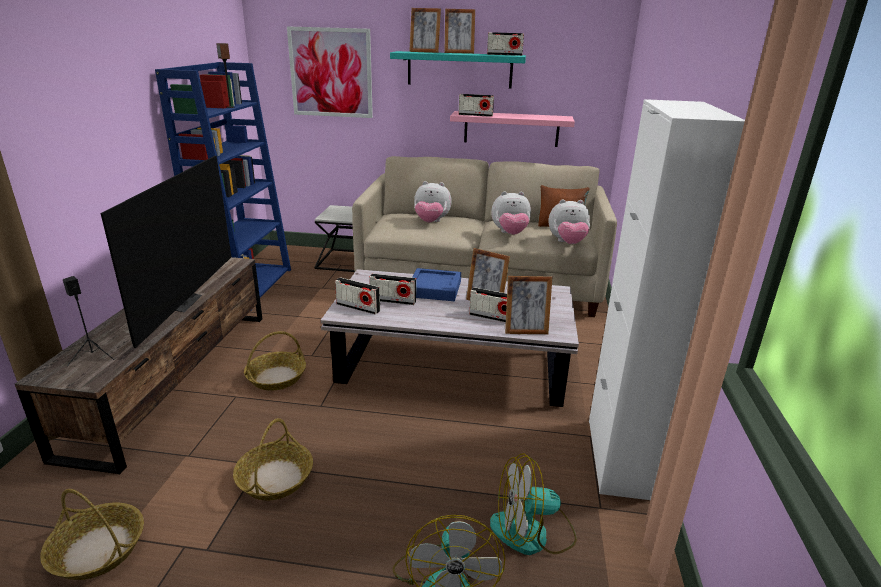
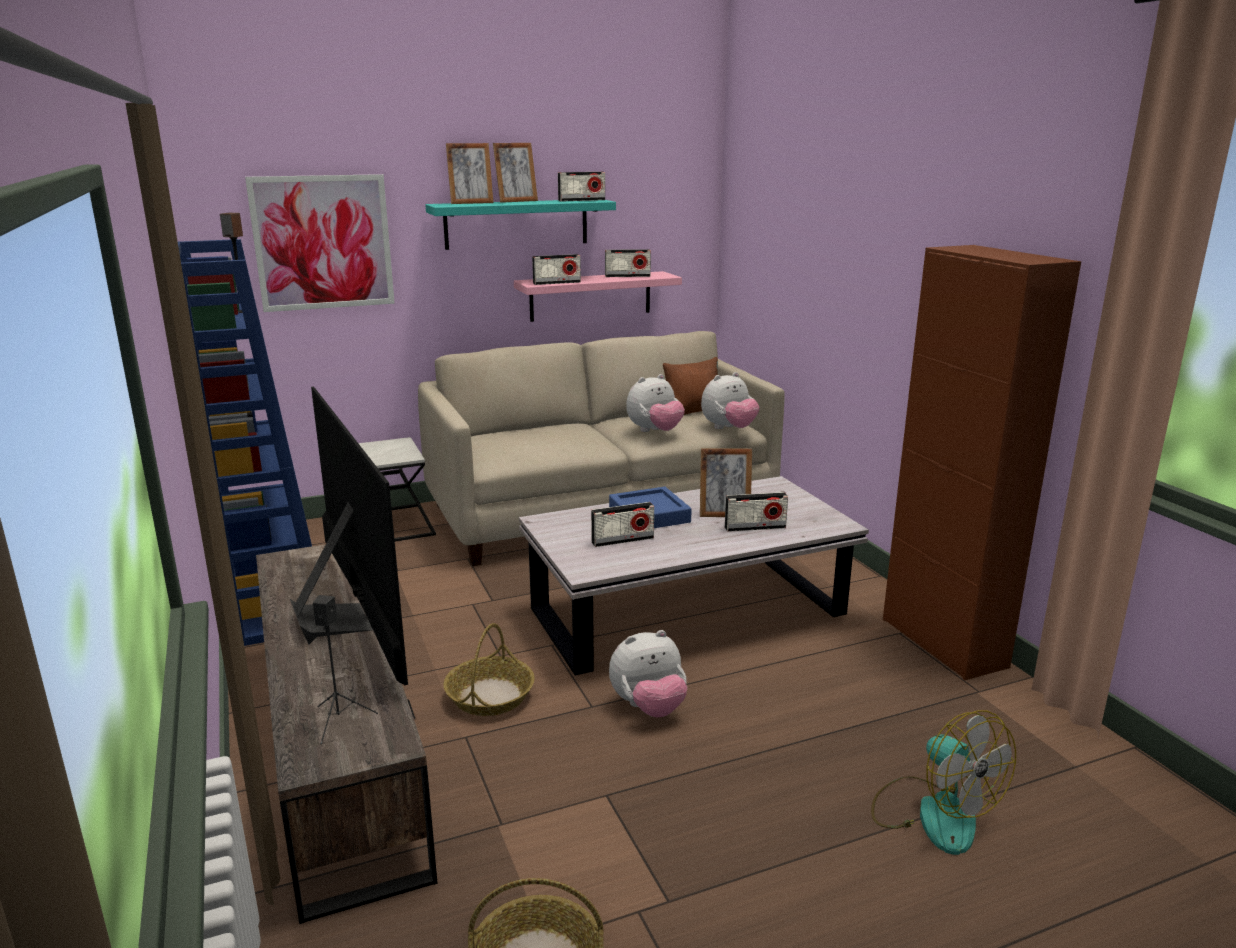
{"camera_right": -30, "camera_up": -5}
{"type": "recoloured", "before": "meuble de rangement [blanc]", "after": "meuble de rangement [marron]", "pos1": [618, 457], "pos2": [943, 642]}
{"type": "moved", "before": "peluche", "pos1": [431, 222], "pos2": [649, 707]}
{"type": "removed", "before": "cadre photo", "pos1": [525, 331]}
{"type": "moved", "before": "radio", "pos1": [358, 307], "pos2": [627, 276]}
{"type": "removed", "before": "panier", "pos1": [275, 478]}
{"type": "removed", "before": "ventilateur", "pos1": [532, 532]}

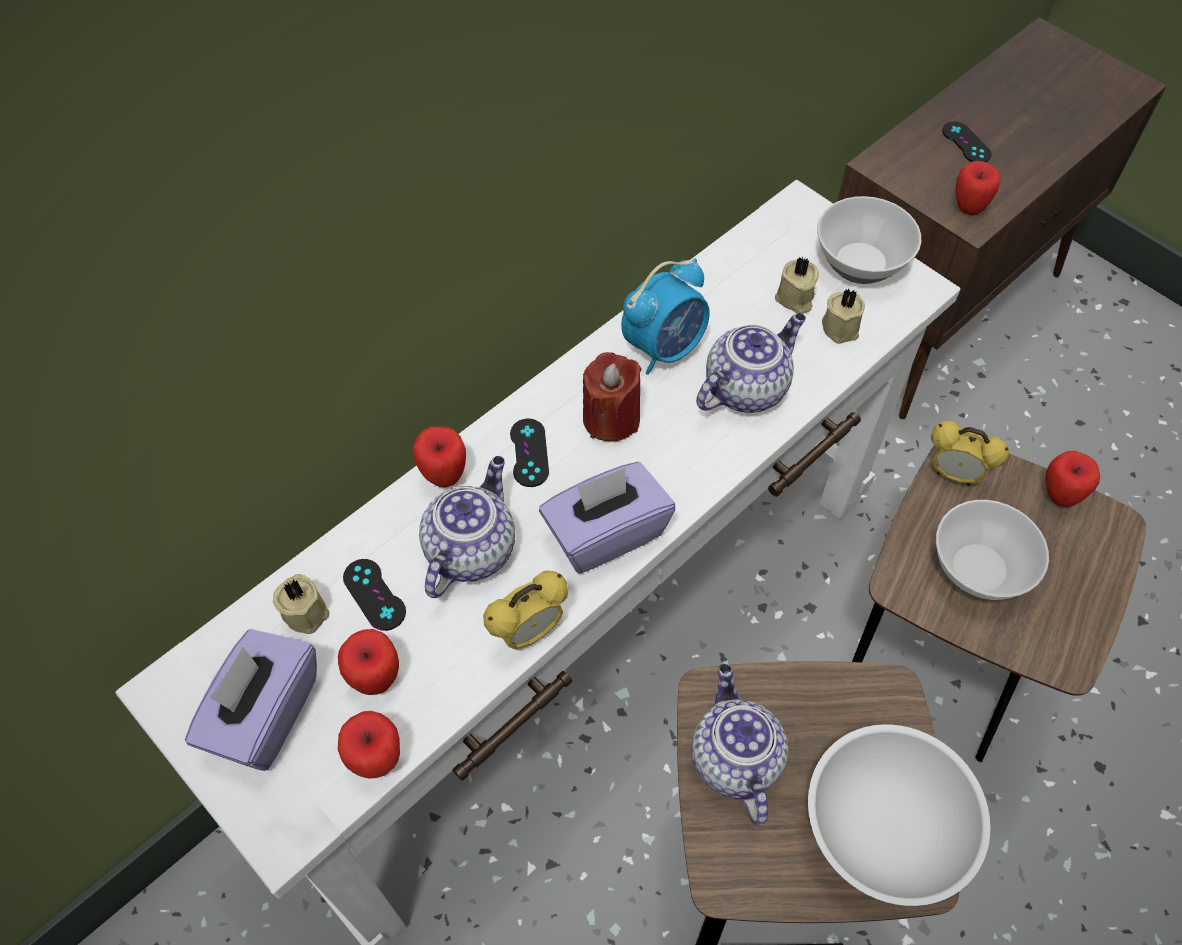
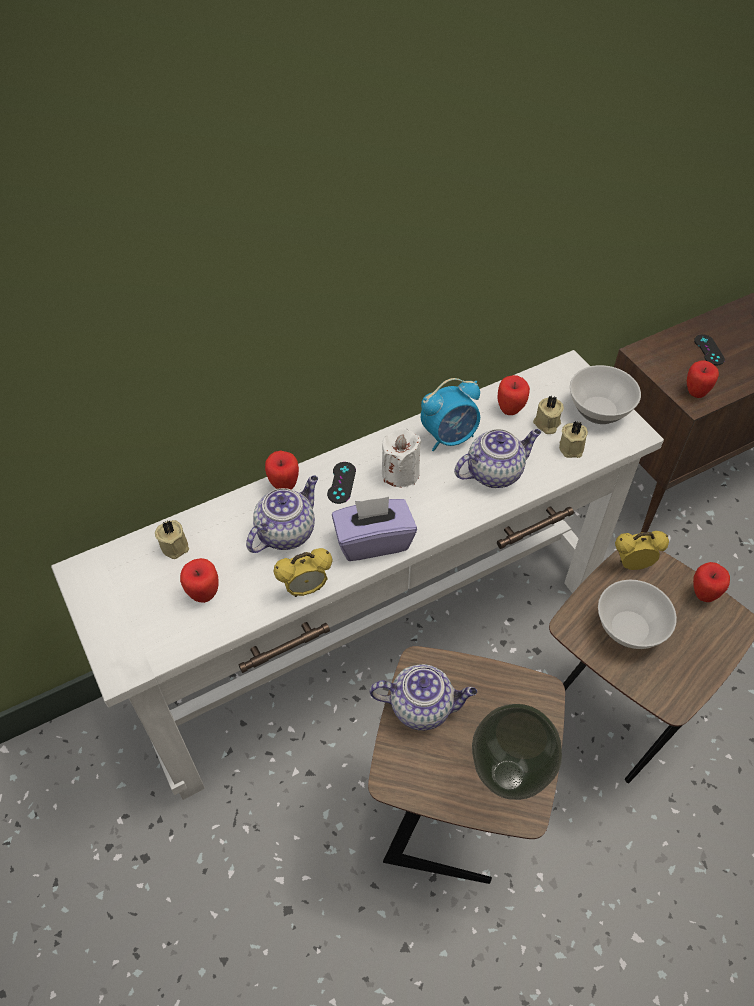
{"camera_right": 15, "camera_up": -5}
{"type": "recoloured", "before": "bougie [rouge]", "after": "bougie [blanc]", "pos1": [611, 418], "pos2": [400, 473]}
{"type": "turned", "before": "réveil", "pos1": [954, 474], "pos2": [632, 564], "turn": 135}
{"type": "removed", "before": "manette [noir]", "pos1": [374, 594]}
{"type": "removed", "before": "boîte à mouchoirs [violet]", "pos1": [264, 714]}
{"type": "turned", "before": "théière", "pos1": [733, 758], "pos2": [422, 707], "turn": 90}
{"type": "moved", "before": "pomme", "pos1": [377, 760], "pos2": [510, 410]}
{"type": "replaced", "before": "bol [blanc]", "after": "vase", "pos1": [885, 828], "pos2": [509, 775]}

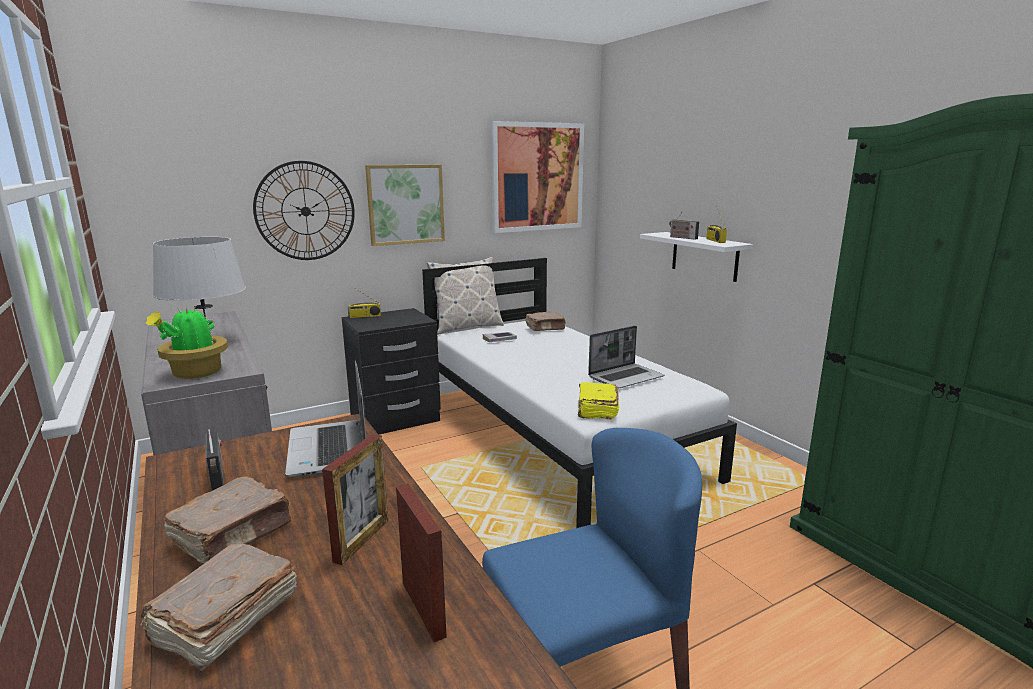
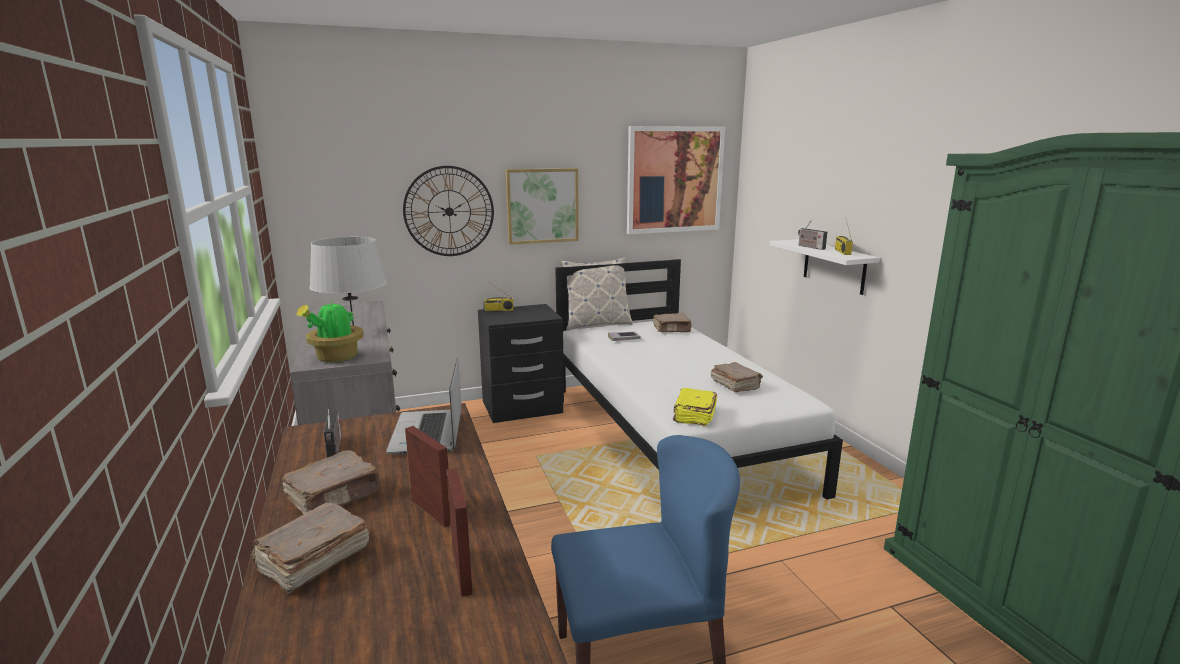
{"camera_right": 10, "camera_up": 0}
{"type": "replaced", "before": "ordinateur portable", "after": "livre [marron]", "pos1": [626, 377], "pos2": [735, 385]}
{"type": "turned", "before": "cadre photo", "pos1": [361, 540], "pos2": [431, 511], "turn": -75}

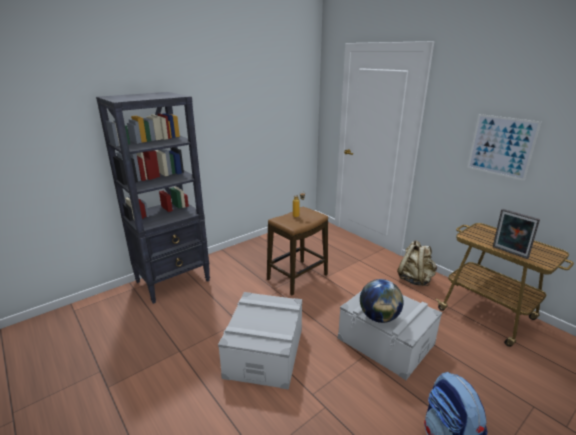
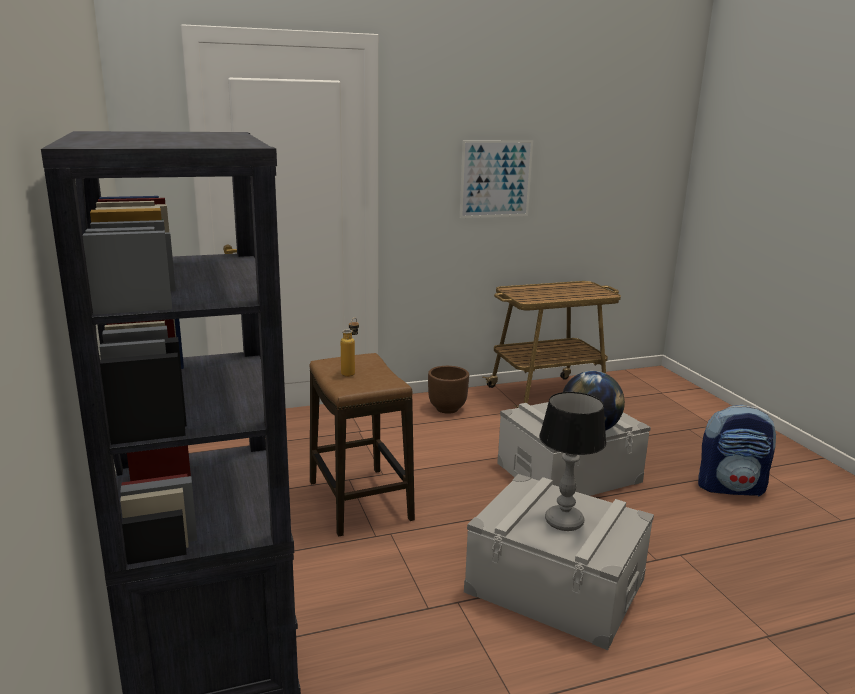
{"camera_right": -70, "camera_up": -5}
{"type": "removed", "before": "cadre photo", "pos1": [509, 253]}
{"type": "replaced", "before": "sac à dos [beige]", "after": "cache-pot [marron]", "pos1": [415, 279], "pos2": [447, 409]}
{"type": "added", "after": "lampe de table", "pos2": [564, 521]}

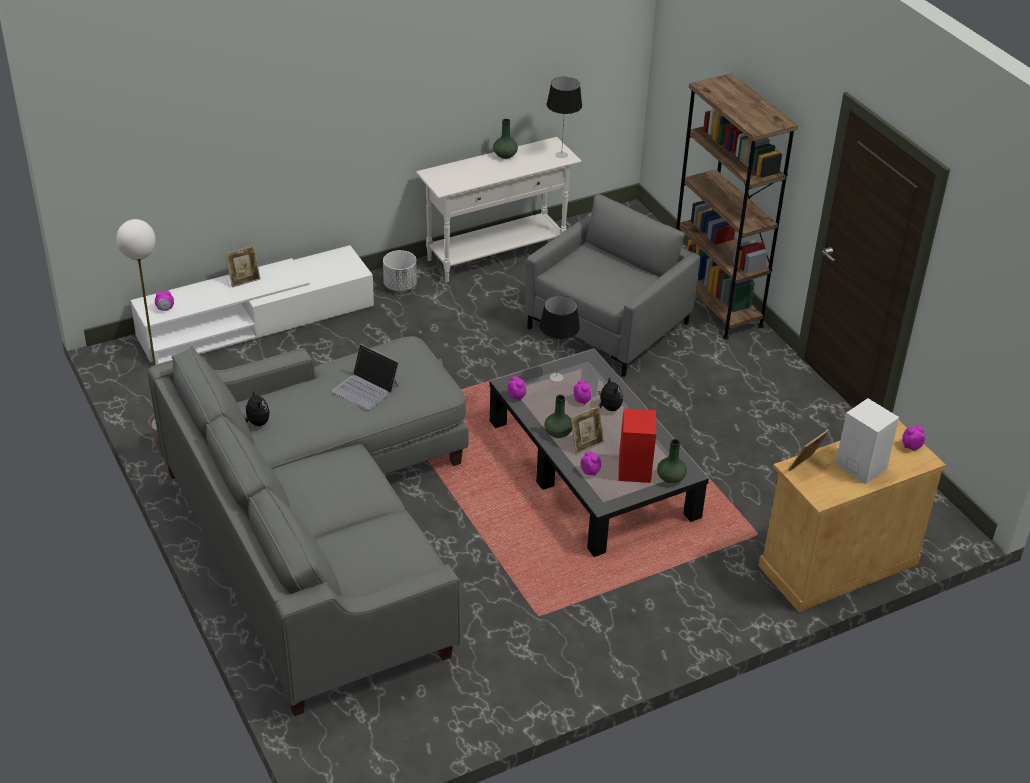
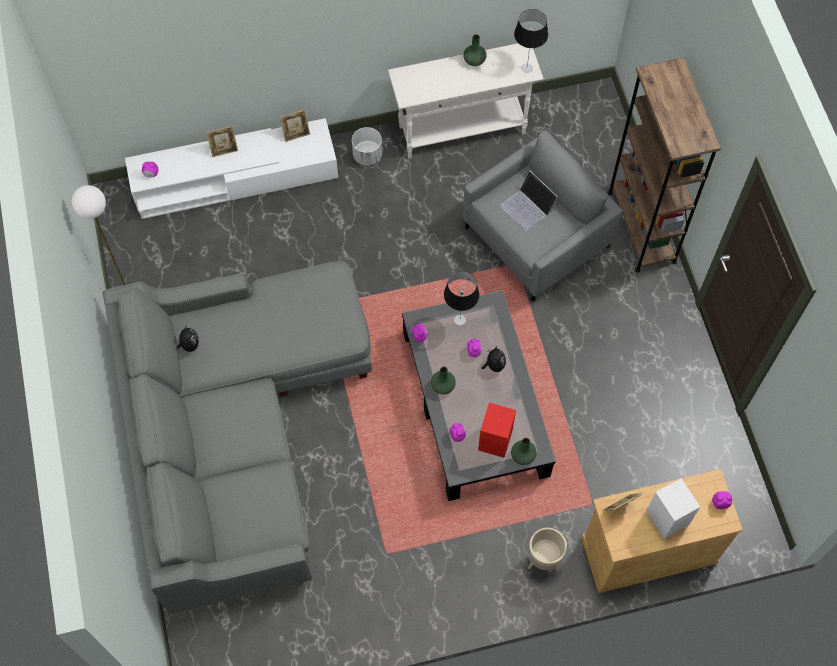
{"camera_right": 15, "camera_up": 25}
{"type": "moved", "before": "ordinateur portable", "pos1": [366, 388], "pos2": [528, 207]}
{"type": "moved", "before": "cadre photo", "pos1": [586, 444], "pos2": [296, 134]}
{"type": "added", "after": "cache-pot [beige]", "pos2": [543, 561]}

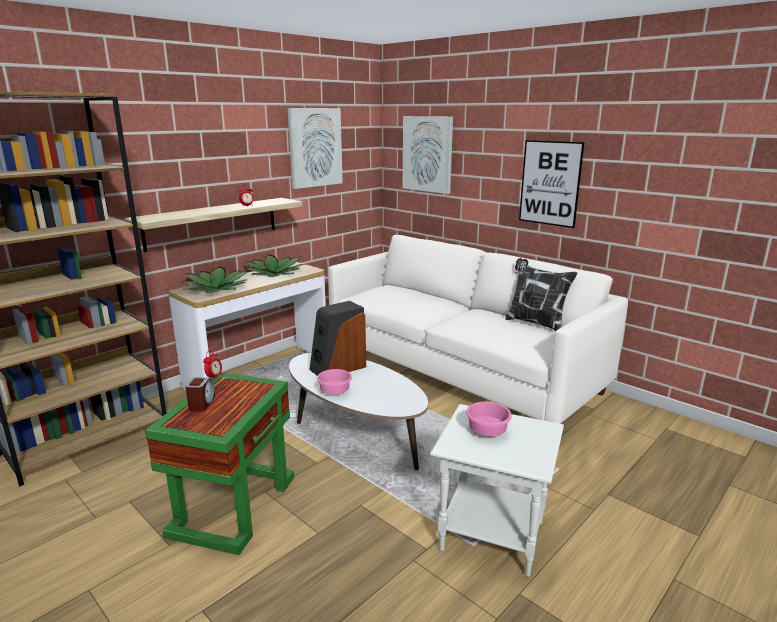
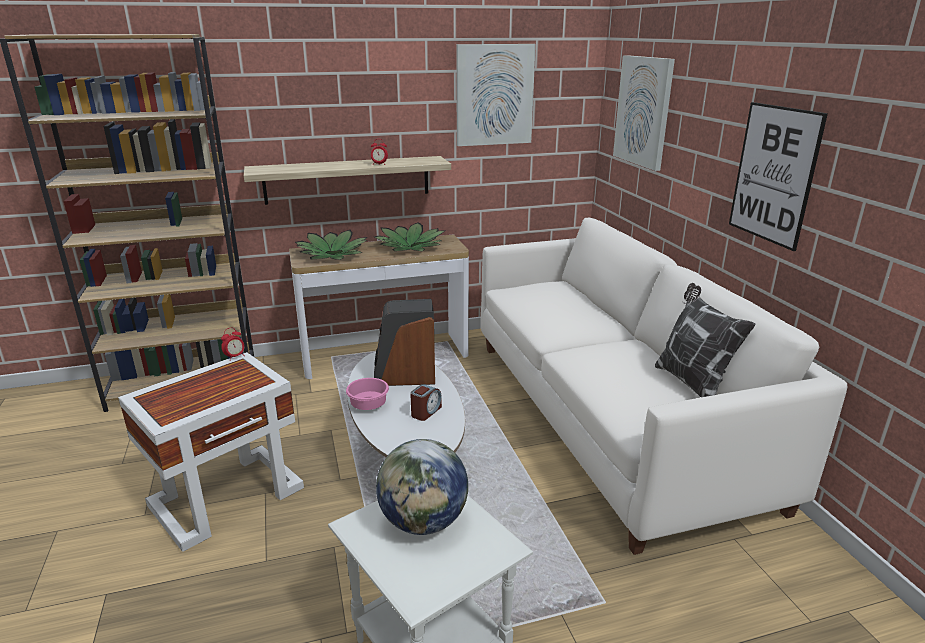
{"camera_right": 30, "camera_up": 5}
{"type": "recoloured", "before": "table d'appoint [vert]", "after": "table d'appoint [blanc]", "pos1": [235, 504], "pos2": [229, 496]}
{"type": "moved", "before": "réveil", "pos1": [202, 403], "pos2": [426, 412]}
{"type": "replaced", "before": "bol [rose]", "after": "globe", "pos1": [488, 431], "pos2": [424, 522]}

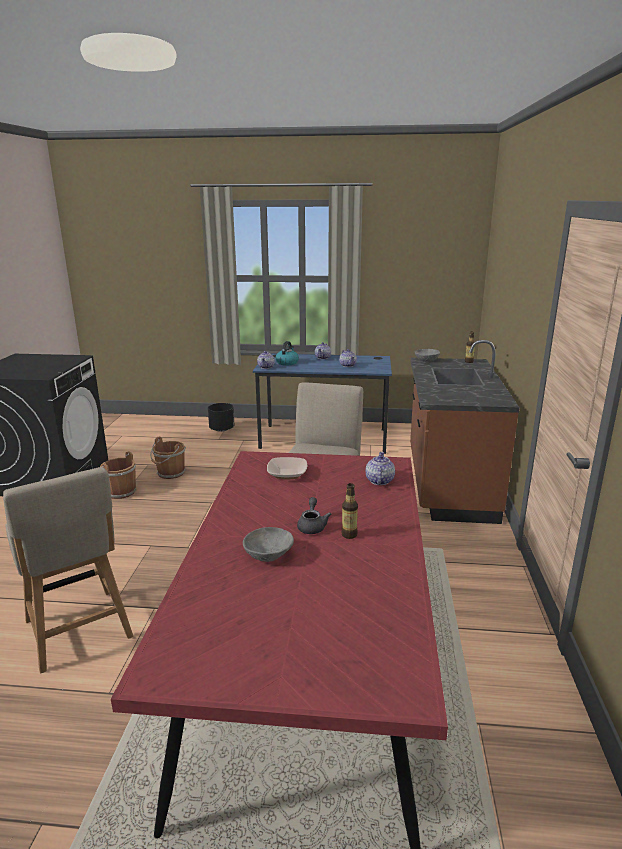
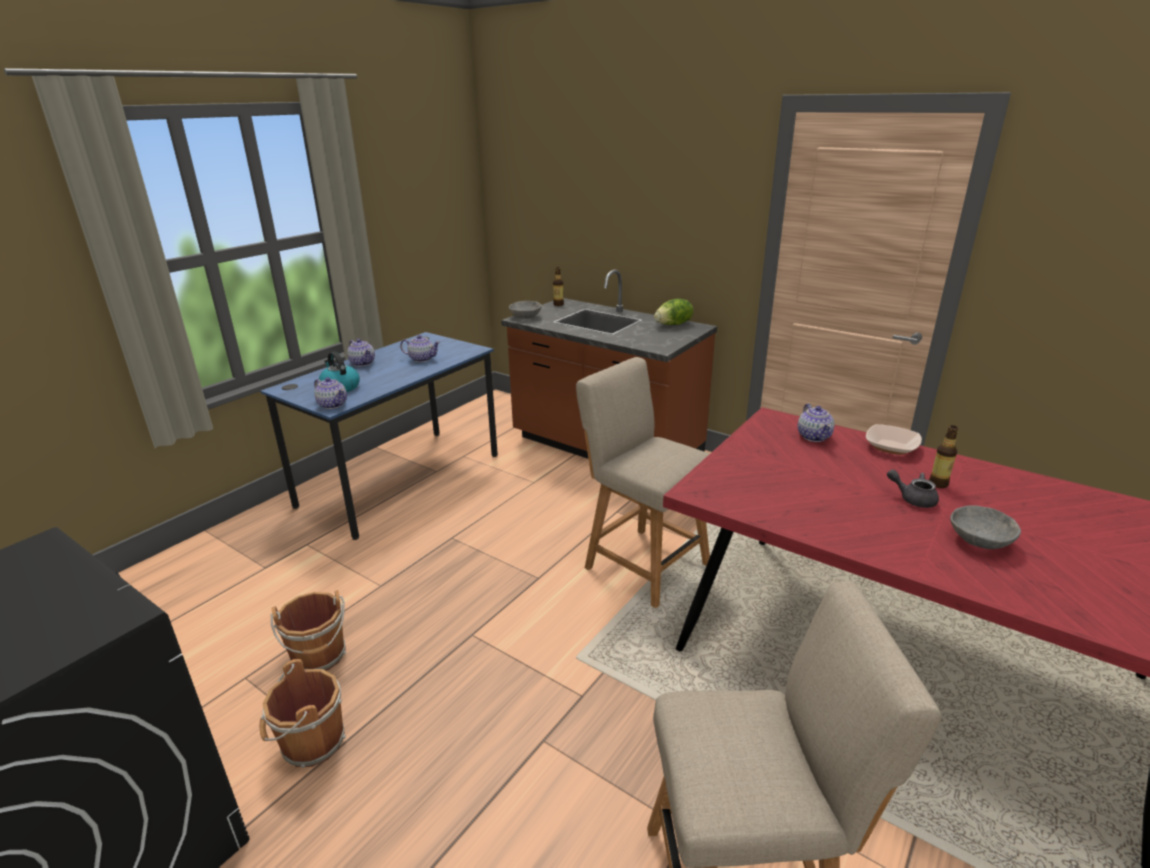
{"camera_right": -60, "camera_up": 5}
{"type": "removed", "before": "cache-pot [noir]", "pos1": [222, 429]}
{"type": "turned", "before": "théière", "pos1": [379, 481], "pos2": [814, 436], "turn": -135}
{"type": "moved", "before": "bol", "pos1": [287, 474], "pos2": [891, 447]}
{"type": "added", "after": "laitue", "pos2": [673, 324]}

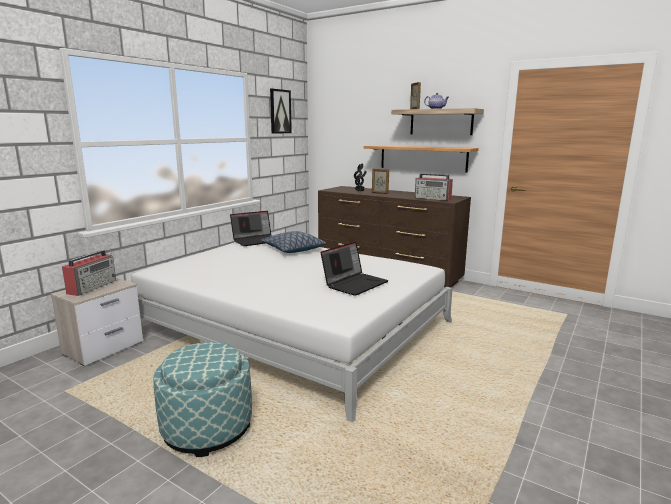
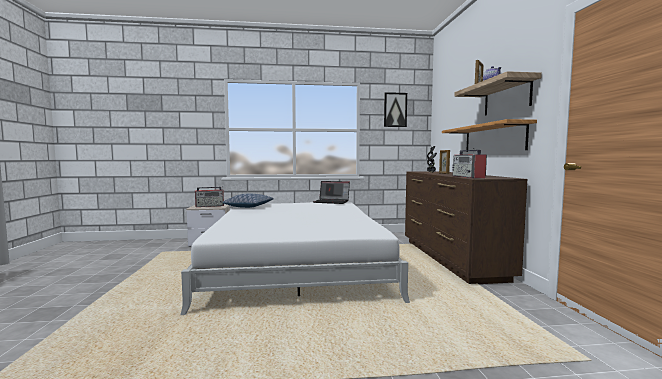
{"camera_right": 50, "camera_up": -10}
{"type": "moved", "before": "coussin", "pos1": [292, 249], "pos2": [249, 206]}
{"type": "removed", "before": "ordinateur portable", "pos1": [355, 283]}
{"type": "removed", "before": "pouf", "pos1": [207, 429]}

